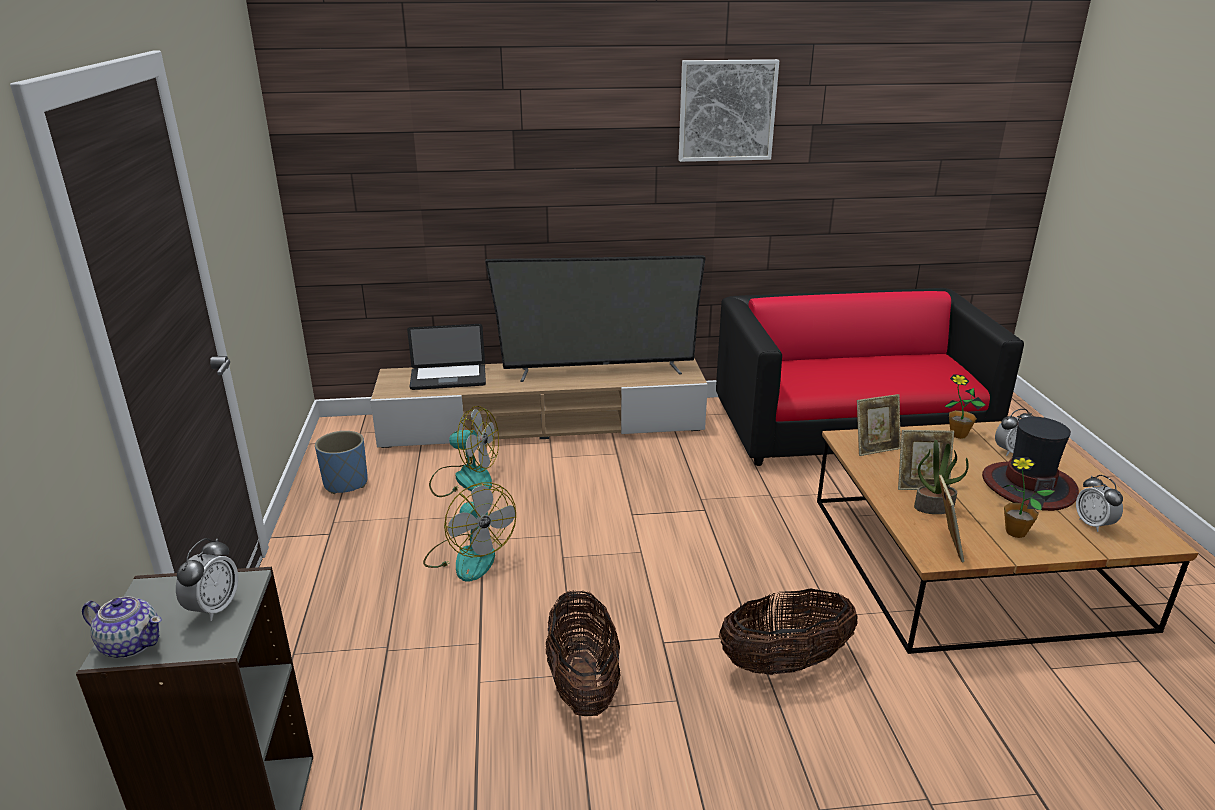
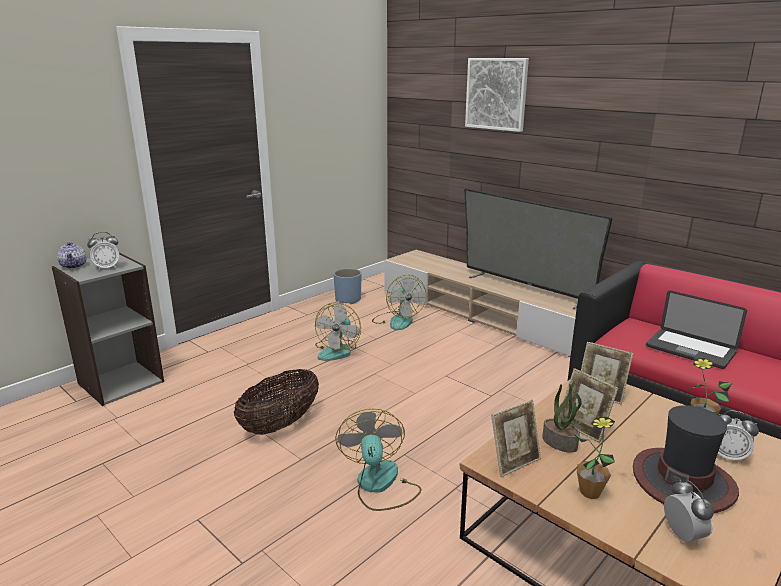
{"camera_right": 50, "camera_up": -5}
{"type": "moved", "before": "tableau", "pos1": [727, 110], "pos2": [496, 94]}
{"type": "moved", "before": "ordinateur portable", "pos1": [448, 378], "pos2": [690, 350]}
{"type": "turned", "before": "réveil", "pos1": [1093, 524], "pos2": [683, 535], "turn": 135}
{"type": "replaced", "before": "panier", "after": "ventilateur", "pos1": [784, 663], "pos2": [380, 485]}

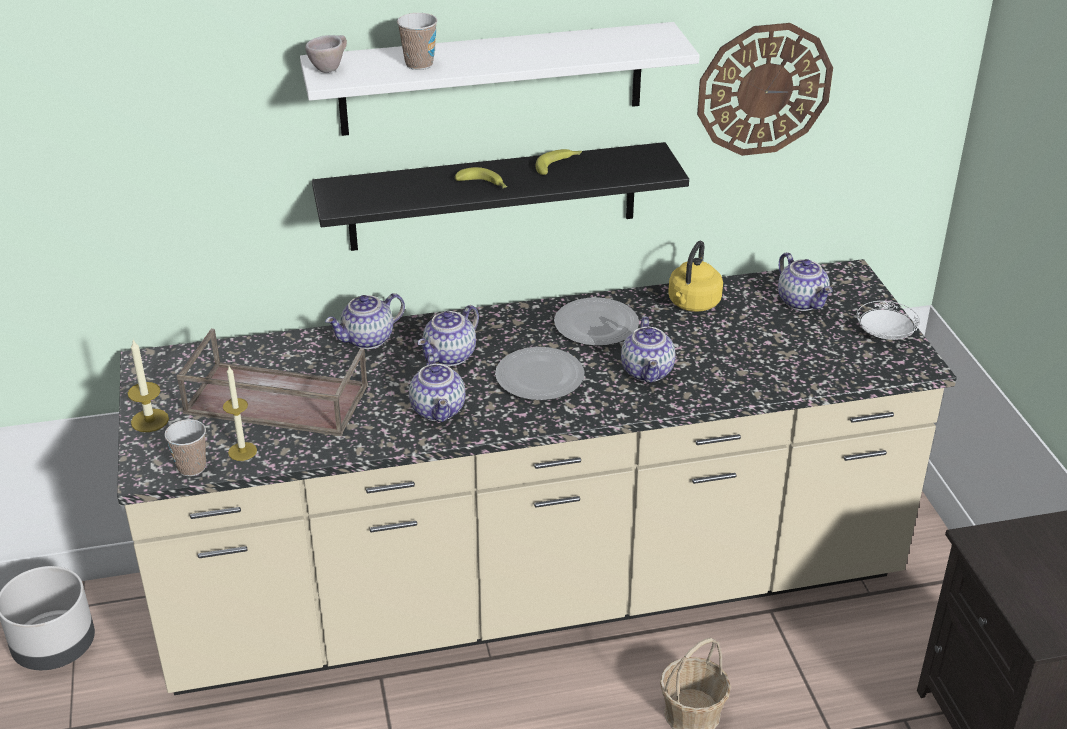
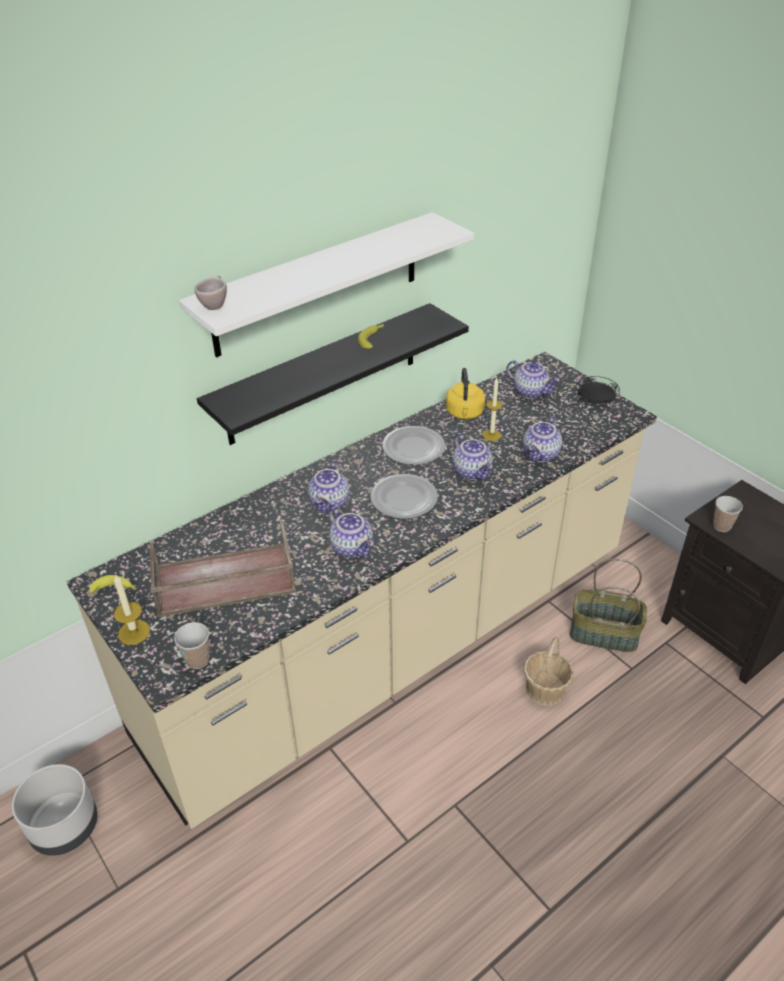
{"camera_right": -25, "camera_up": 5}
{"type": "moved", "before": "tasse", "pos1": [419, 64], "pos2": [721, 526]}
{"type": "removed", "before": "horloge murale", "pos1": [764, 89]}
{"type": "moved", "before": "banane", "pos1": [483, 185], "pos2": [116, 590]}
{"type": "moved", "before": "théière", "pos1": [368, 340], "pos2": [541, 454]}
{"type": "recoloured", "before": "assiette [blanc]", "after": "assiette [noir]", "pos1": [884, 335], "pos2": [595, 400]}
{"type": "moved", "before": "bougie", "pos1": [242, 451], "pos2": [491, 435]}
{"type": "added", "after": "panier", "pos2": [603, 635]}

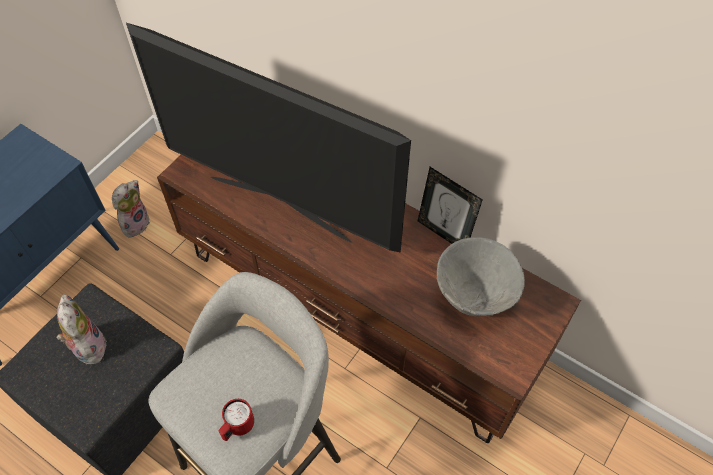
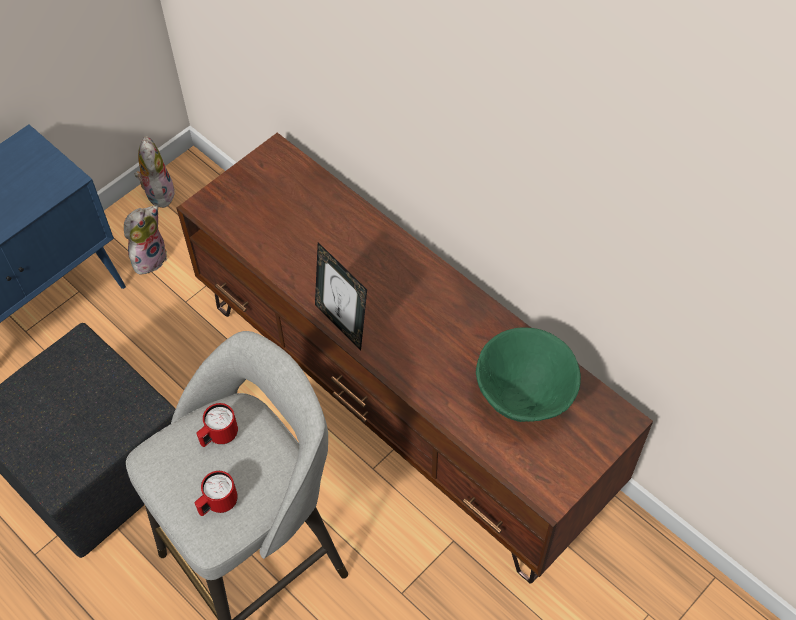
{"camera_right": 10, "camera_up": 0}
{"type": "removed", "before": "téléviseur", "pos1": [280, 206]}
{"type": "moved", "before": "cadre photo", "pos1": [444, 233], "pos2": [342, 324]}
{"type": "recoloured", "before": "bol [gris]", "after": "bol [vert]", "pos1": [474, 298], "pos2": [523, 400]}
{"type": "moved", "before": "peluche", "pos1": [87, 346], "pos2": [158, 192]}
{"type": "added", "after": "mug [rouge]", "pos2": [219, 437]}

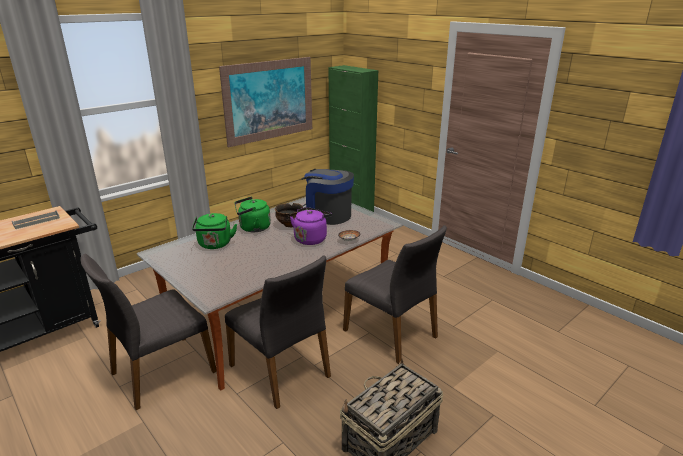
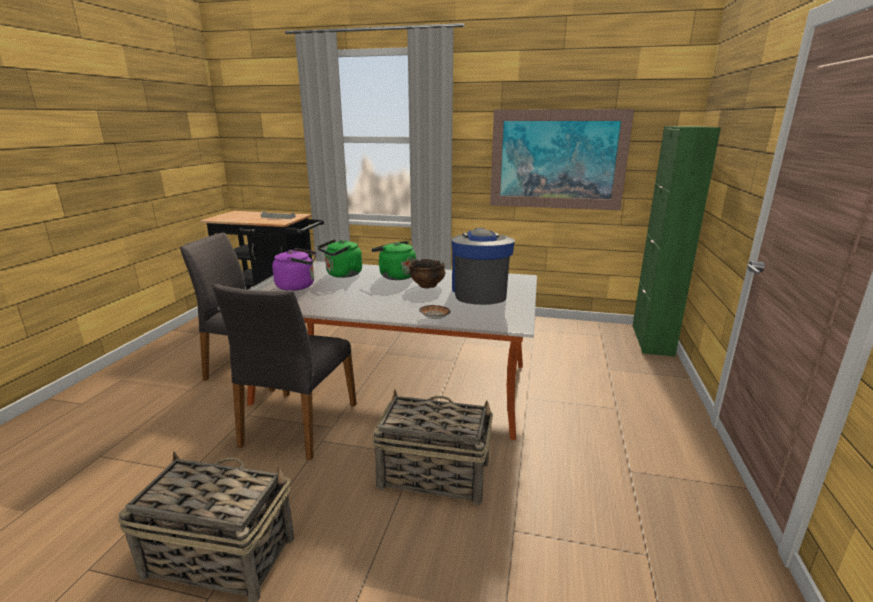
{"camera_right": 55, "camera_up": -5}
{"type": "moved", "before": "bouilloire [violet]", "pos1": [311, 238], "pos2": [298, 286]}
{"type": "replaced", "before": "chaise [gris]", "after": "panier", "pos1": [391, 333], "pos2": [433, 474]}

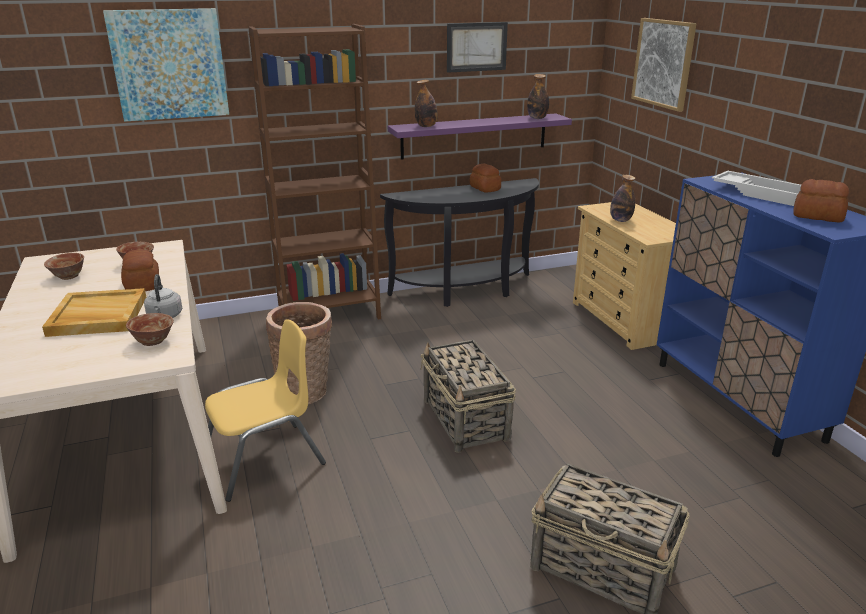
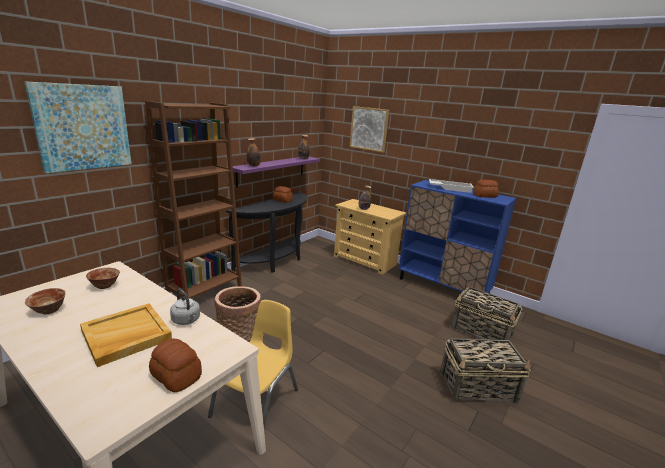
{"camera_right": -35, "camera_up": -5}
{"type": "removed", "before": "tableau", "pos1": [476, 47]}
{"type": "moved", "before": "pain", "pos1": [143, 284], "pos2": [176, 375]}
{"type": "removed", "before": "bol", "pos1": [153, 341]}
{"type": "moved", "before": "panier", "pos1": [466, 420], "pos2": [482, 331]}

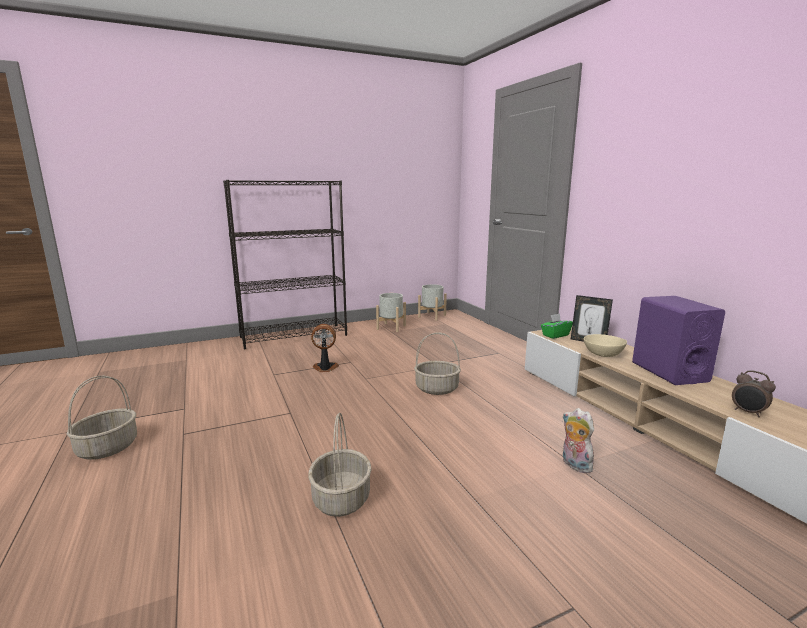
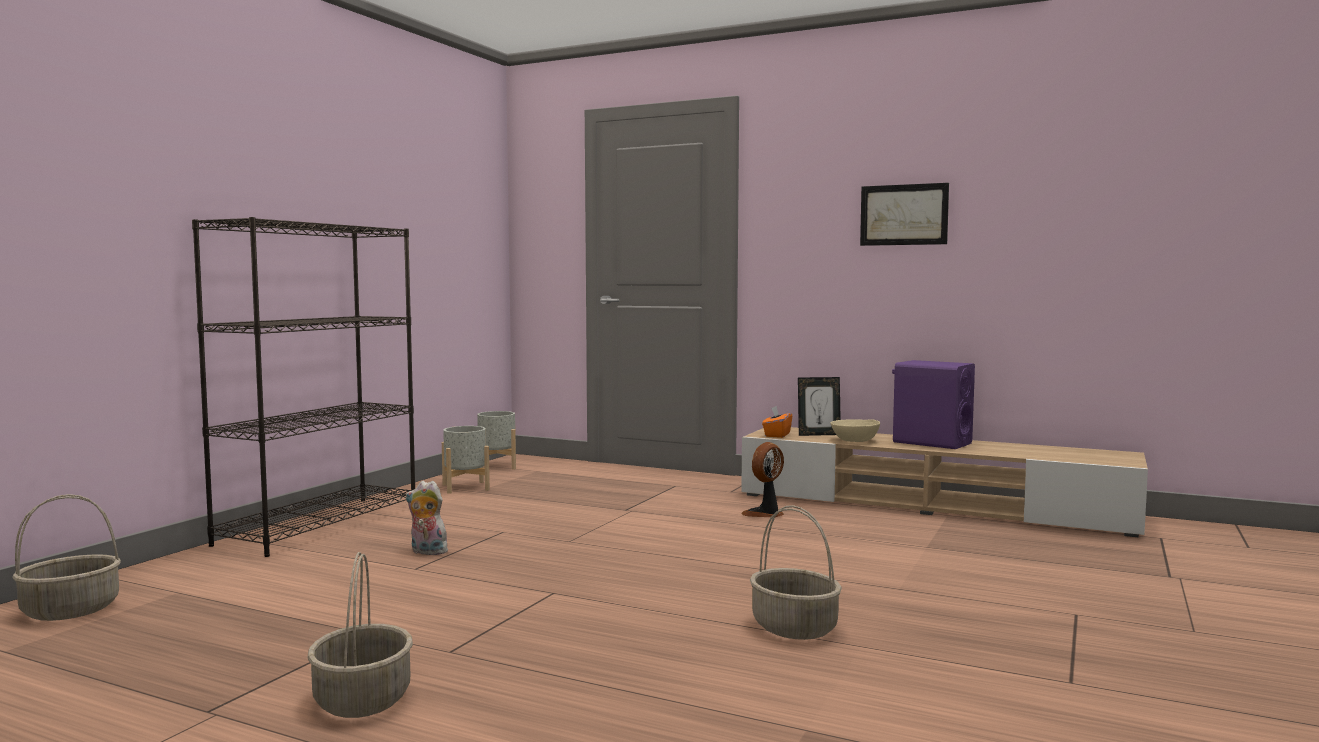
{"camera_right": -40, "camera_up": -10}
{"type": "recoloured", "before": "boîte à mouchoirs [vert]", "after": "boîte à mouchoirs [orange]", "pos1": [555, 335], "pos2": [777, 435]}
{"type": "moved", "before": "ventilateur", "pos1": [325, 368], "pos2": [765, 514]}
{"type": "moved", "before": "panier", "pos1": [436, 389], "pos2": [69, 610]}
{"type": "removed", "before": "réveil", "pos1": [748, 412]}
{"type": "moved", "before": "peluche", "pos1": [574, 465], "pos2": [426, 552]}
{"type": "added", "after": "tableau", "pos2": [903, 215]}

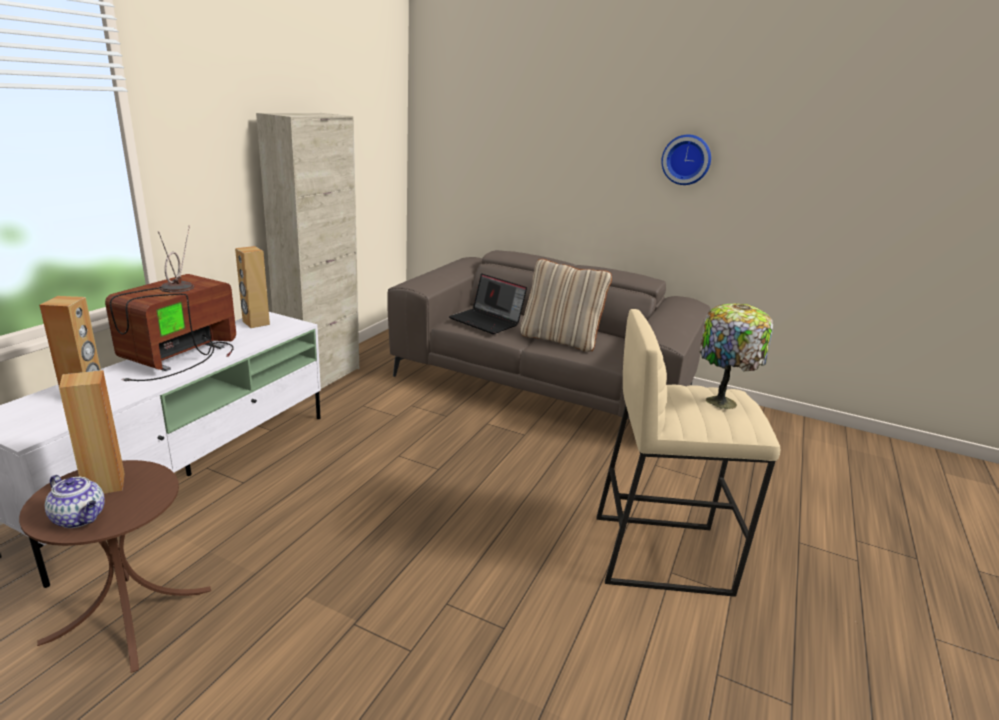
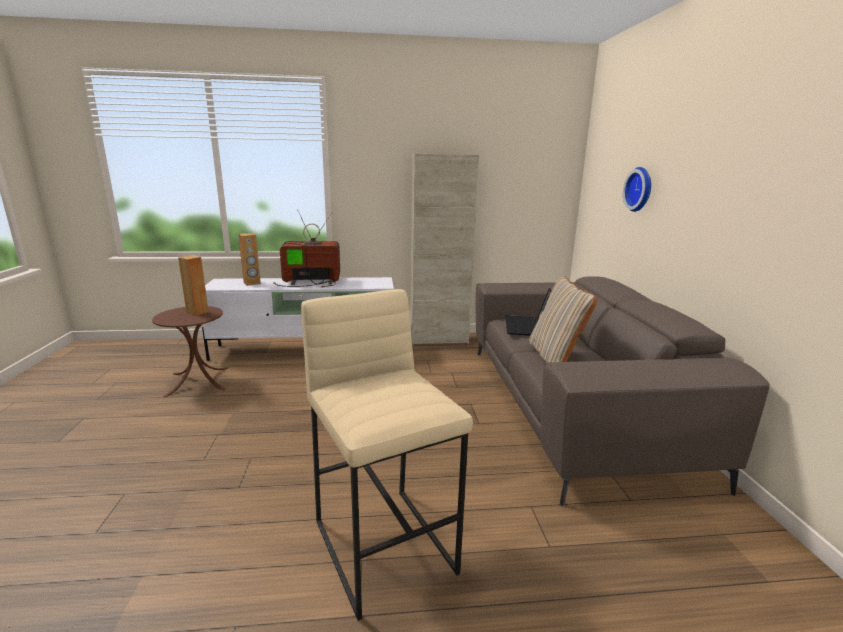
{"camera_right": 60, "camera_up": -5}
{"type": "moved", "before": "horloge murale", "pos1": [686, 159], "pos2": [640, 189]}
{"type": "removed", "before": "enceinte [marron]", "pos1": [255, 323]}
{"type": "removed", "before": "lampe de table", "pos1": [721, 401]}
{"type": "removed", "before": "théière", "pos1": [80, 518]}

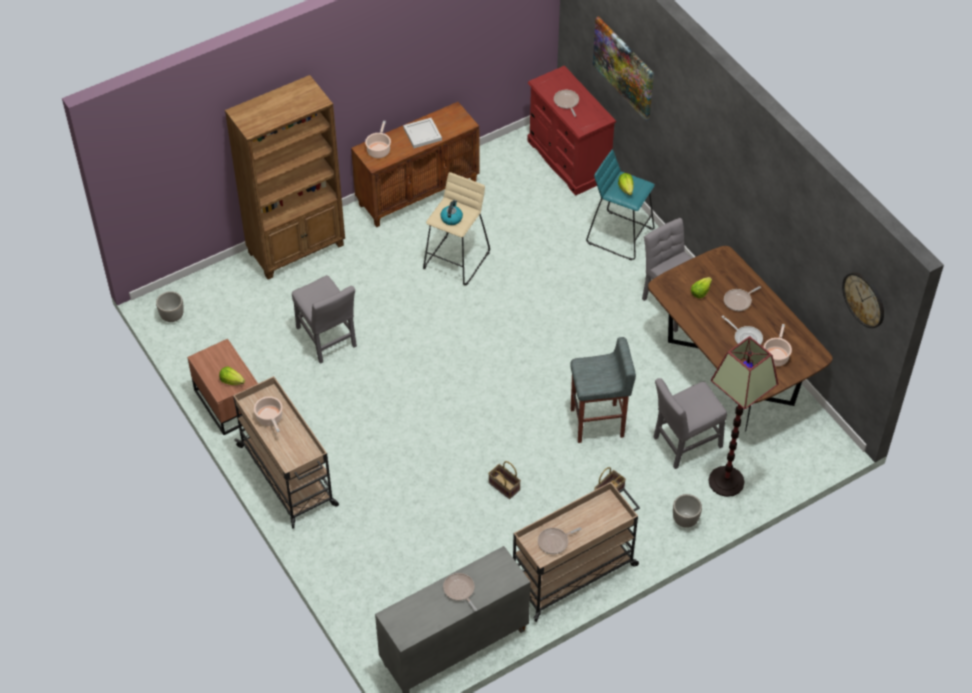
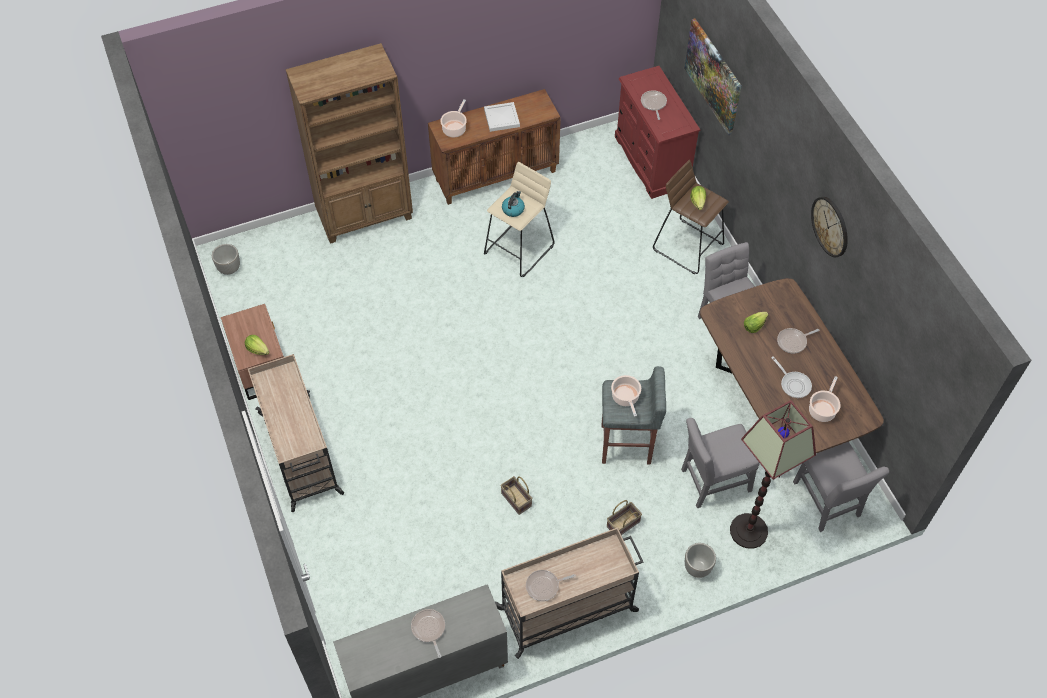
{"camera_right": 10, "camera_up": 5}
{"type": "recoloured", "before": "tabouret [turquoise]", "after": "tabouret [marron]", "pos1": [620, 235], "pos2": [688, 246]}
{"type": "moved", "before": "horloge murale", "pos1": [864, 299], "pos2": [830, 226]}
{"type": "moved", "before": "chaise [gris]", "pos1": [327, 340], "pos2": [827, 502]}
{"type": "moved", "before": "marmite", "pos1": [270, 418], "pos2": [625, 398]}

